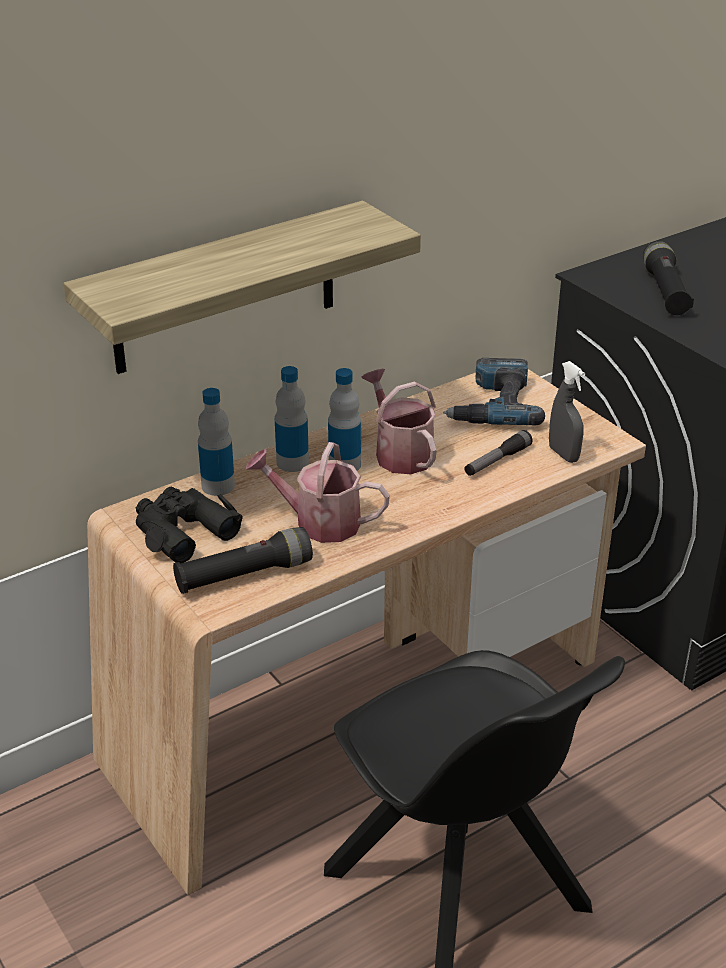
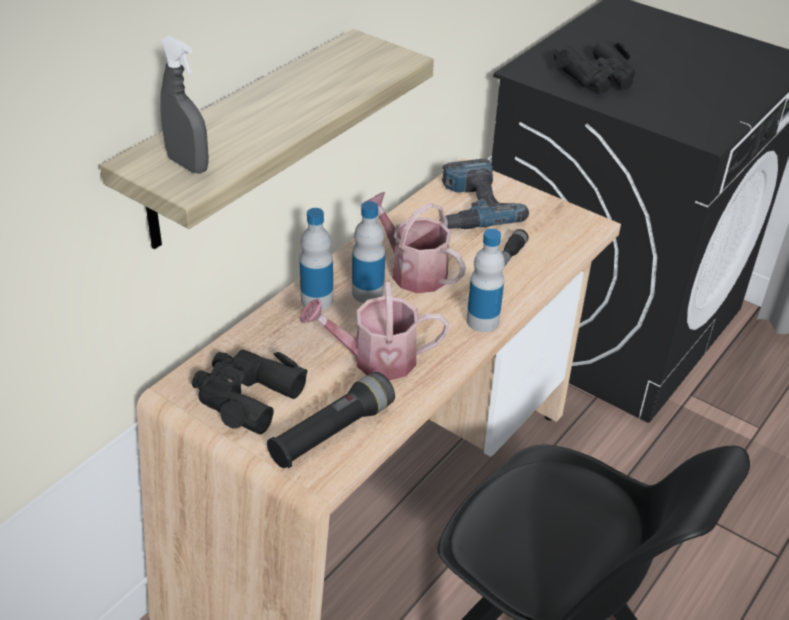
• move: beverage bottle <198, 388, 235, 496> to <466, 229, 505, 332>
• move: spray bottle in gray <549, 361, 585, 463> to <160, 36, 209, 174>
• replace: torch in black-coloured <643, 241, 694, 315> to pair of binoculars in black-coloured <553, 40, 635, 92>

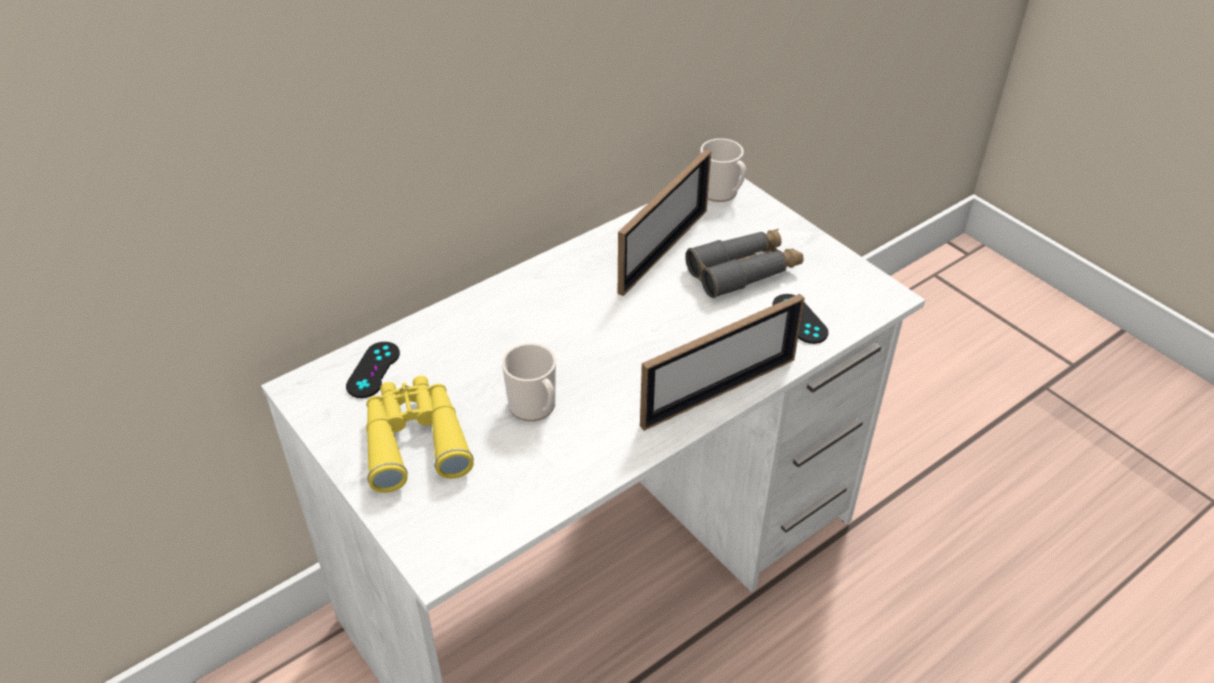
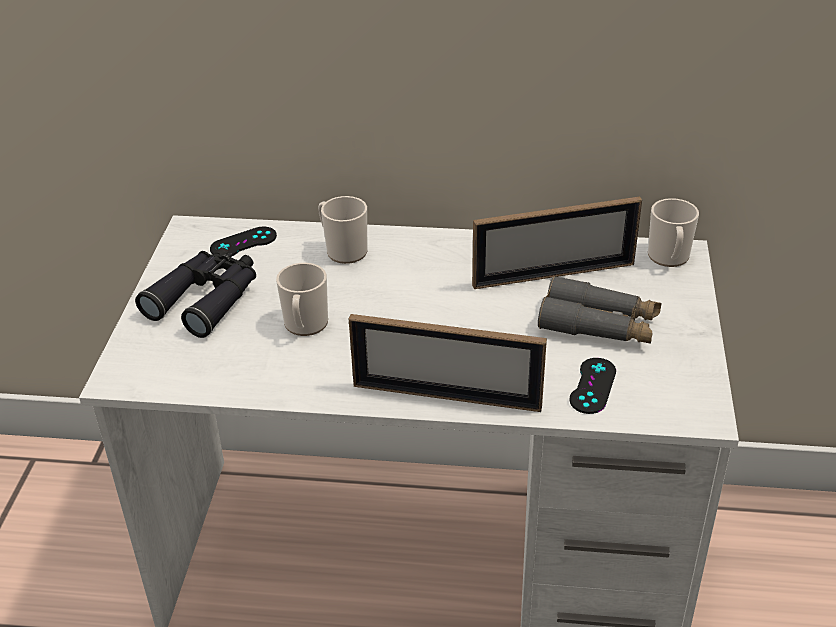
• insert: coffee mug <318, 196, 367, 264>
• recolor: pair of binoculars in yellowish <366, 376, 474, 493> to pair of binoculars in black-coloured <135, 247, 256, 338>

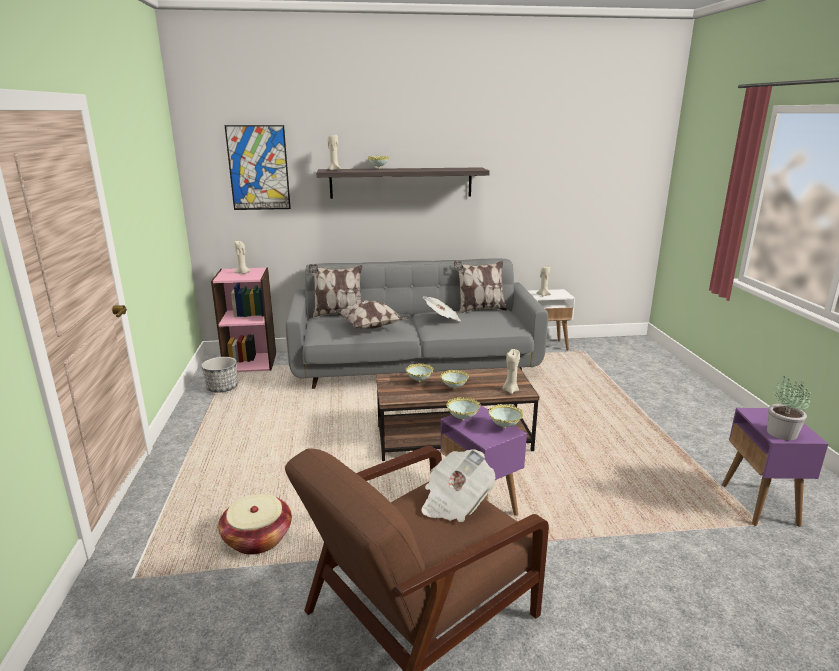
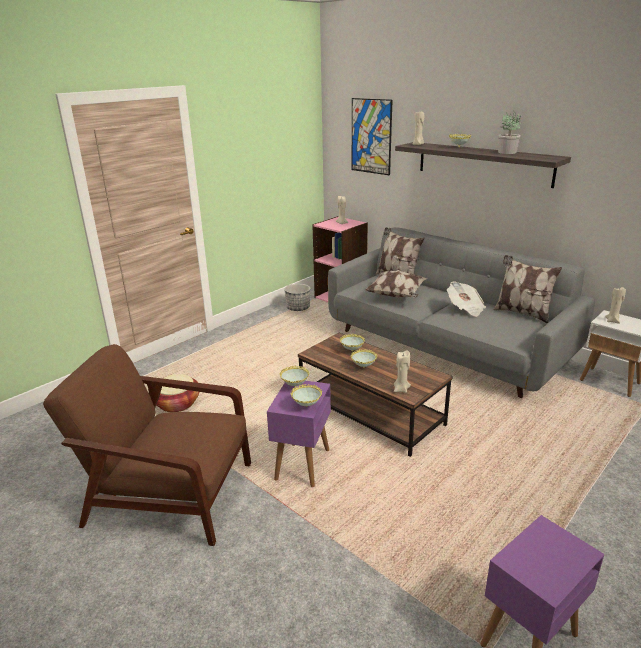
• delete: daily paper <421, 449, 495, 522>
• move: houseplant <767, 376, 811, 440> to <498, 112, 521, 154>

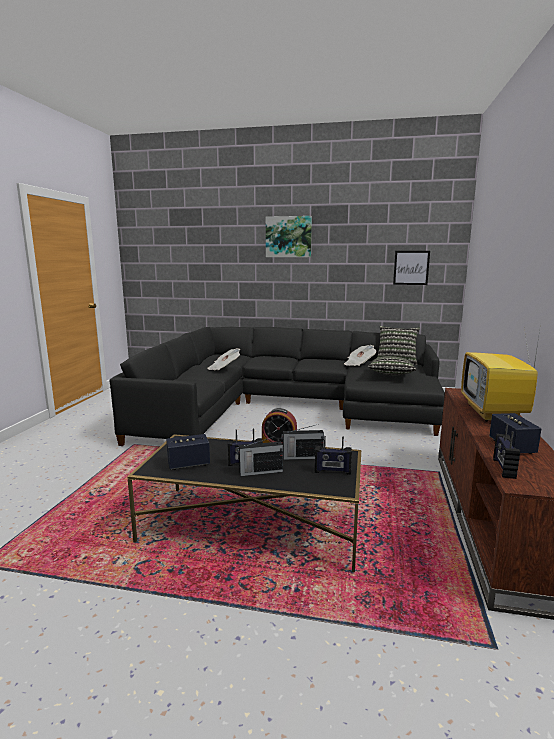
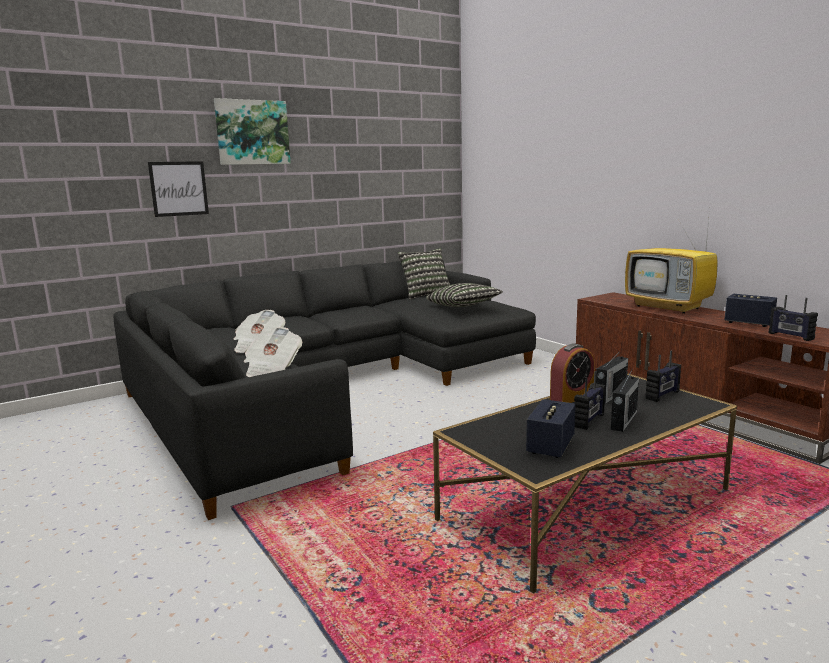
• move: daily paper <344, 345, 377, 366> to <244, 327, 302, 377>
• move: wall art <393, 251, 430, 285> to <148, 161, 209, 217>

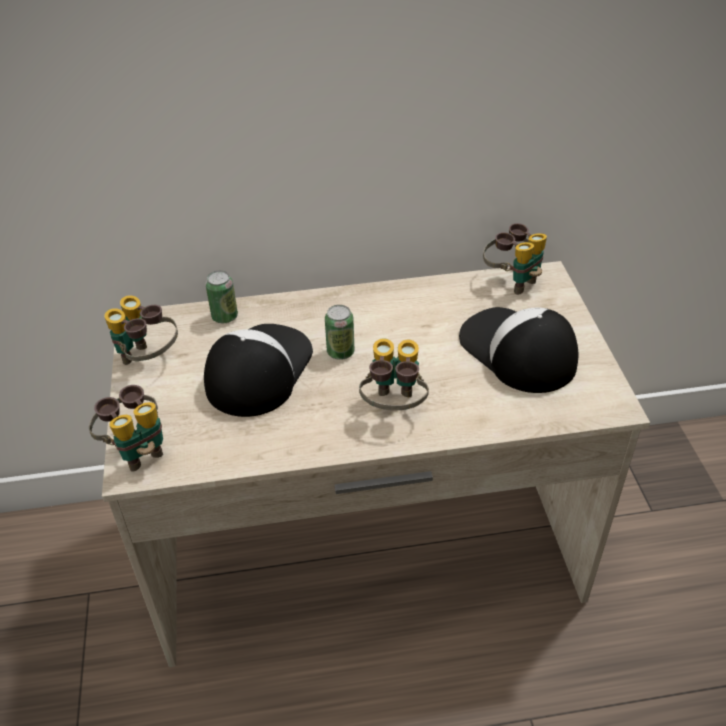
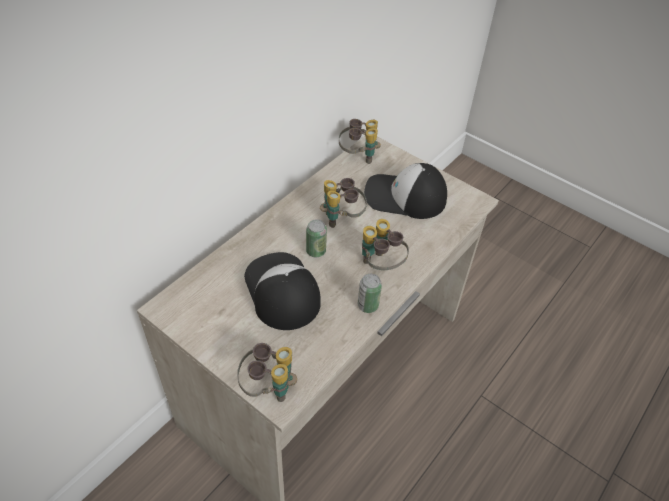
• move: pair of binoculars <104, 295, 178, 365> to <320, 178, 367, 228>
• move: can <205, 271, 238, 323> to <358, 274, 382, 313>

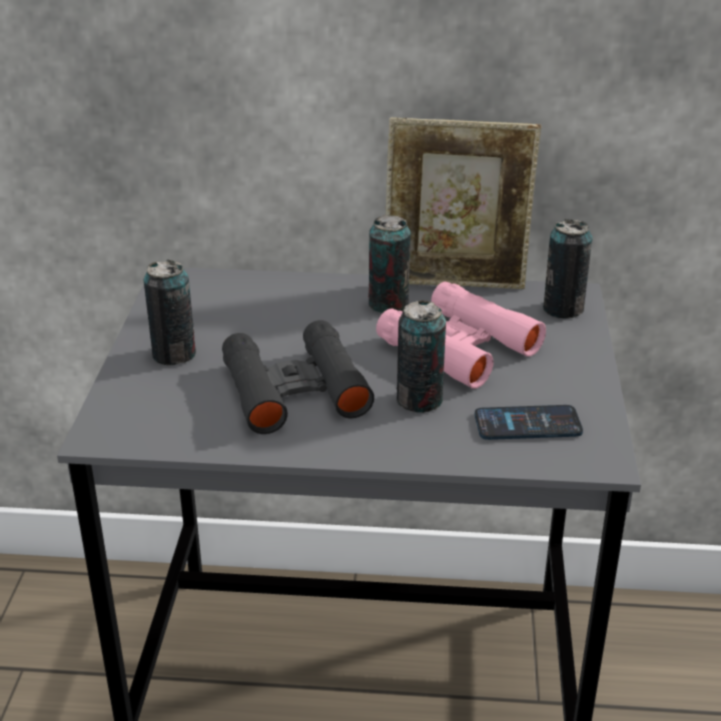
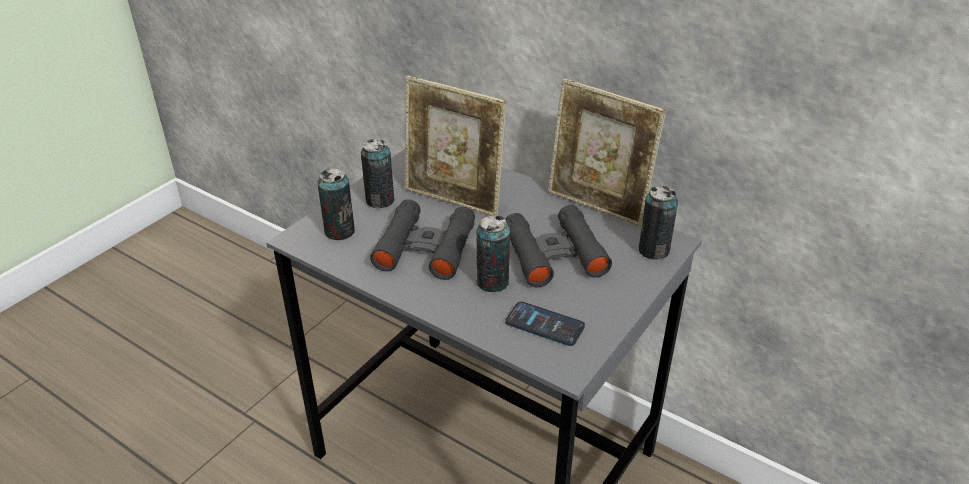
• insert: standing frame <405, 75, 507, 216>
• move: can <368, 215, 411, 313> to <317, 168, 355, 240>
• recolor: pair of binoculars in pink <376, 281, 546, 389> to pair of binoculars in black-coloured <505, 205, 612, 287>

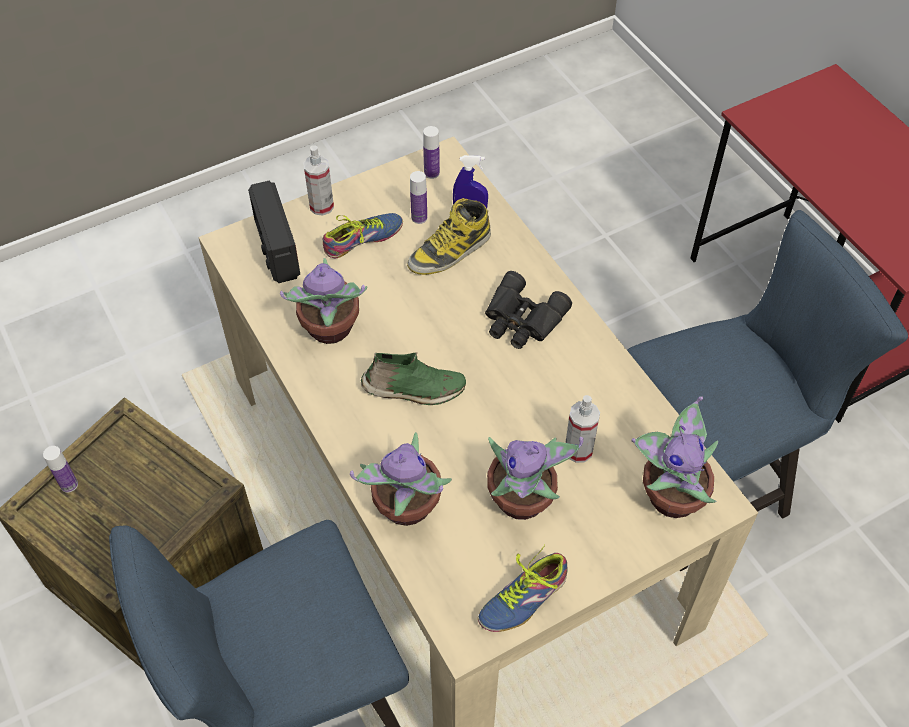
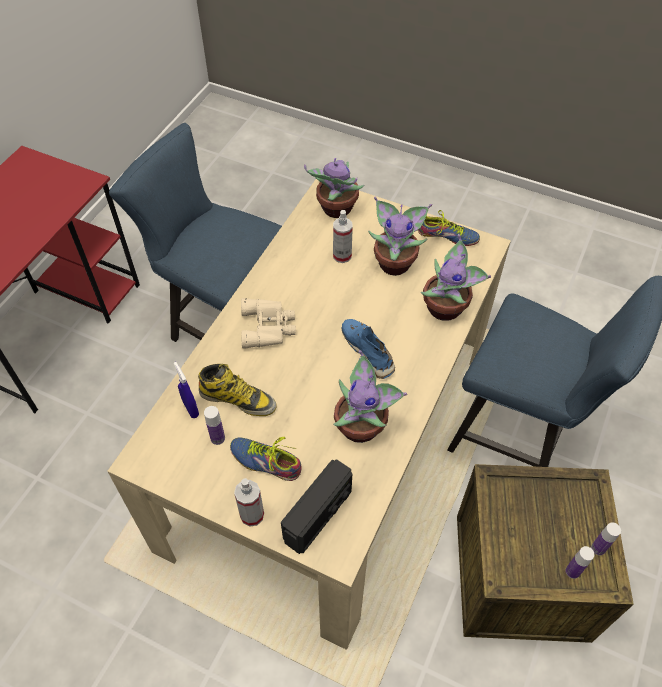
• move: beverage bottle <423, 126, 440, 179> to <591, 522, 621, 556>
• recolor: shoe in greenish <361, 352, 466, 405> to shoe in blue-coloured <342, 319, 395, 379>
• recolor: pair of binoculars in black-coloured <485, 271, 572, 349> to pair of binoculars in sand-coloured <241, 298, 296, 348>

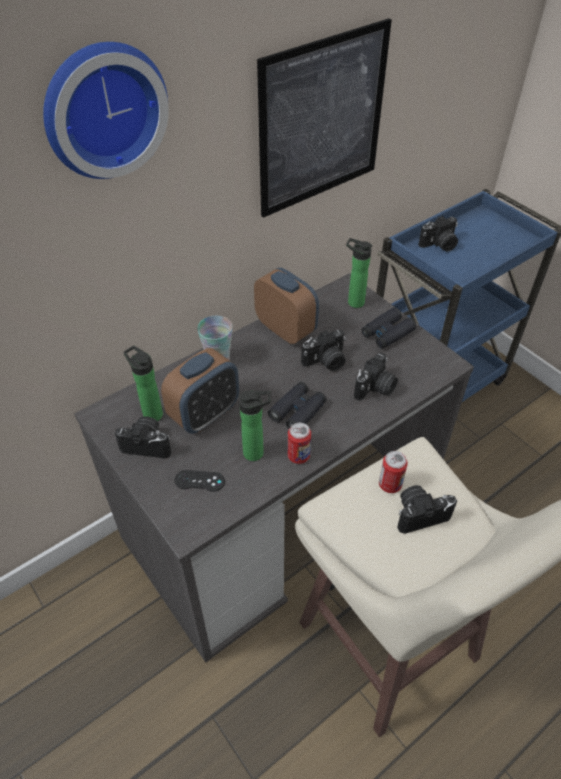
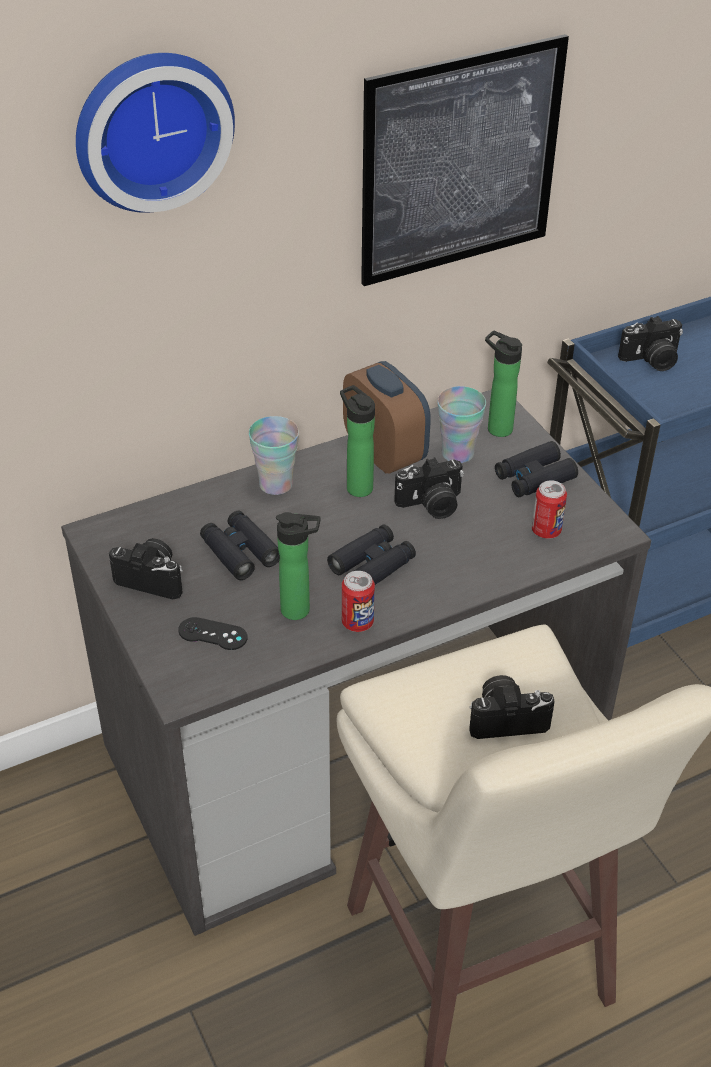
• delete: photo camera <354, 352, 398, 401>
• insert: small cup <437, 386, 486, 463>
• move: beverage bottle <123, 346, 163, 421> to <340, 385, 375, 497>
• move: can <379, 451, 408, 493> to <532, 480, 567, 539>
• replace: table clock <161, 348, 239, 434> to pair of binoculars in black-coloured <200, 511, 280, 580>

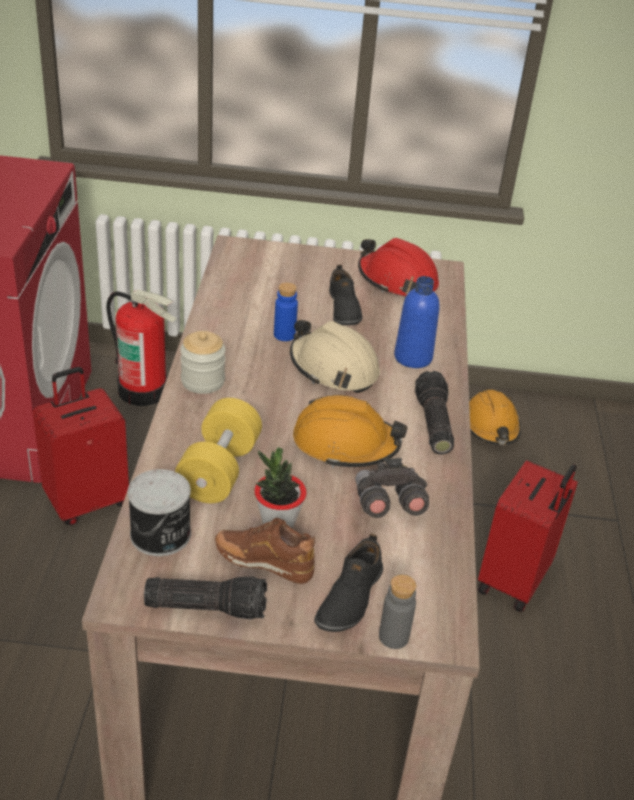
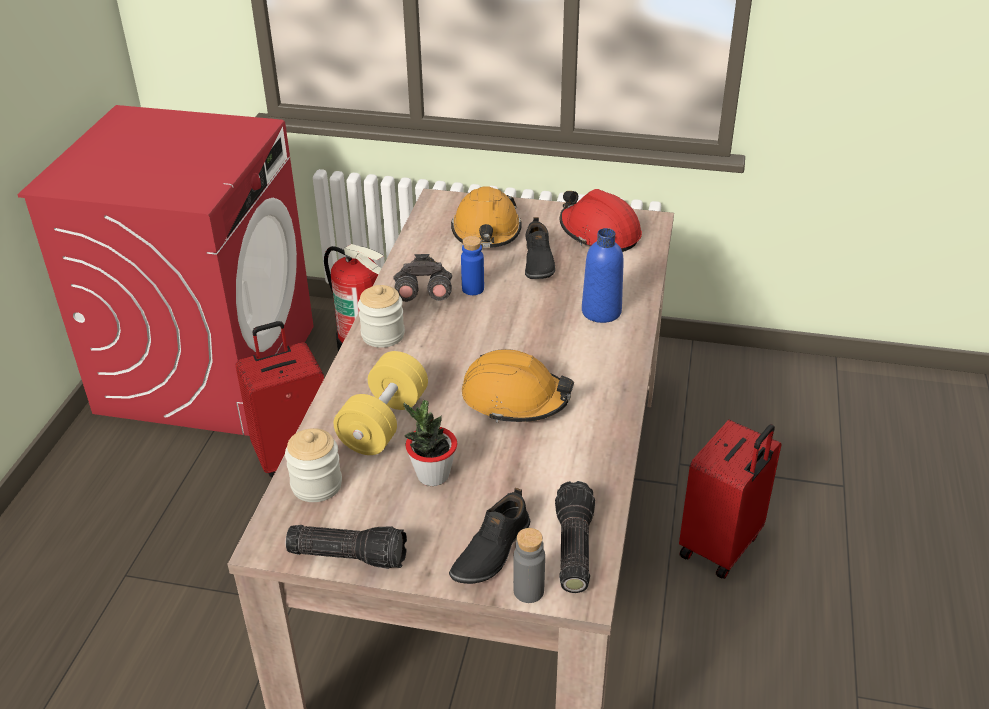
• delete: shoe in brownish <215, 518, 315, 584>
• delete: work helmet in sand-coloured <290, 320, 380, 393>
• move: pair of binoculars in gray <355, 458, 429, 518> to <393, 254, 452, 302>
• move: torch <415, 371, 454, 454> to <555, 481, 595, 593>
• move: work helmet in orange-coloured <469, 390, 521, 445> to <451, 187, 522, 248>
• replace: can <128, 469, 191, 556> to storage jar <285, 428, 342, 502>

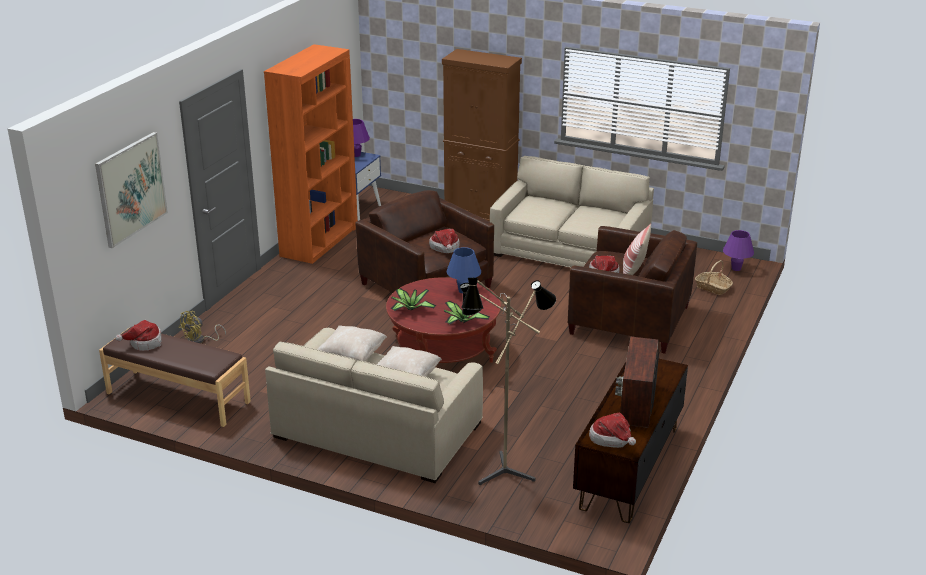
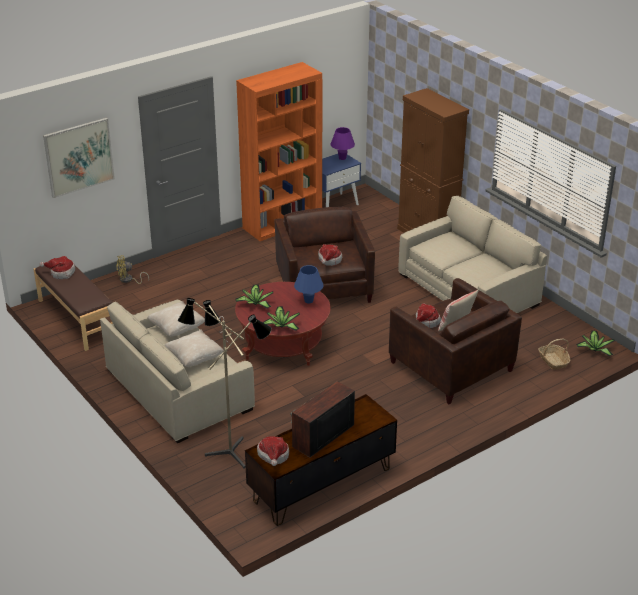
• replace: tabletop lamp in purple-coloured <723, 230, 754, 271> to houseplant <576, 331, 615, 356>

